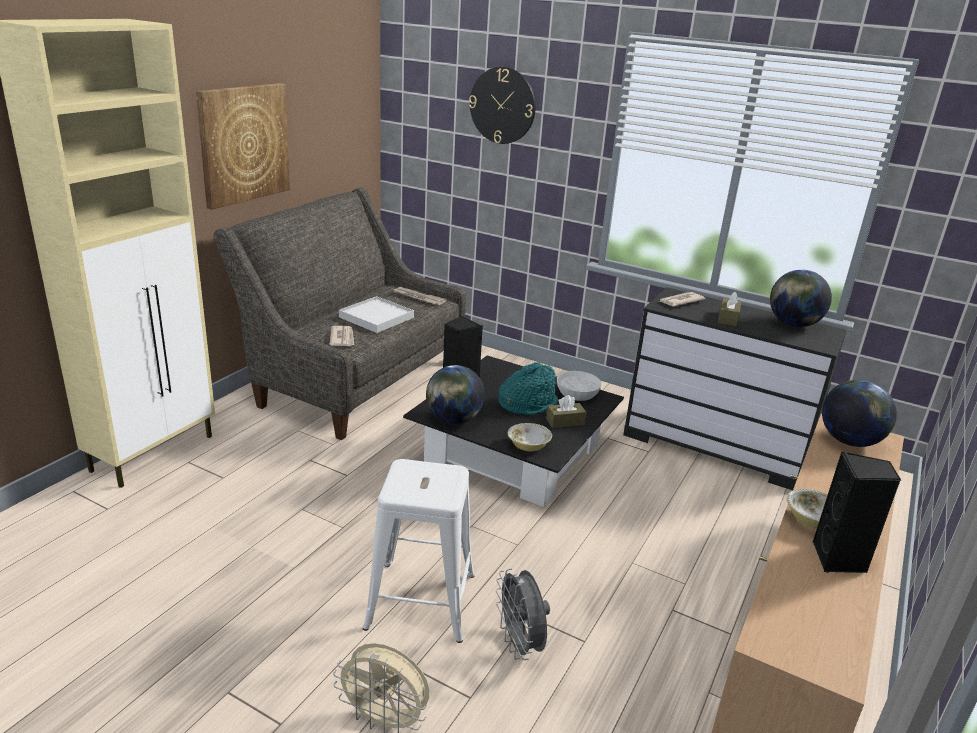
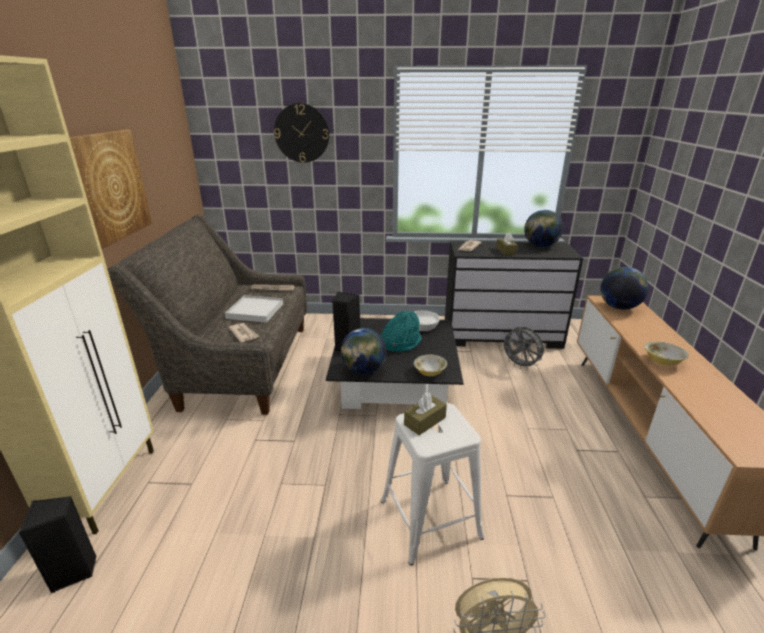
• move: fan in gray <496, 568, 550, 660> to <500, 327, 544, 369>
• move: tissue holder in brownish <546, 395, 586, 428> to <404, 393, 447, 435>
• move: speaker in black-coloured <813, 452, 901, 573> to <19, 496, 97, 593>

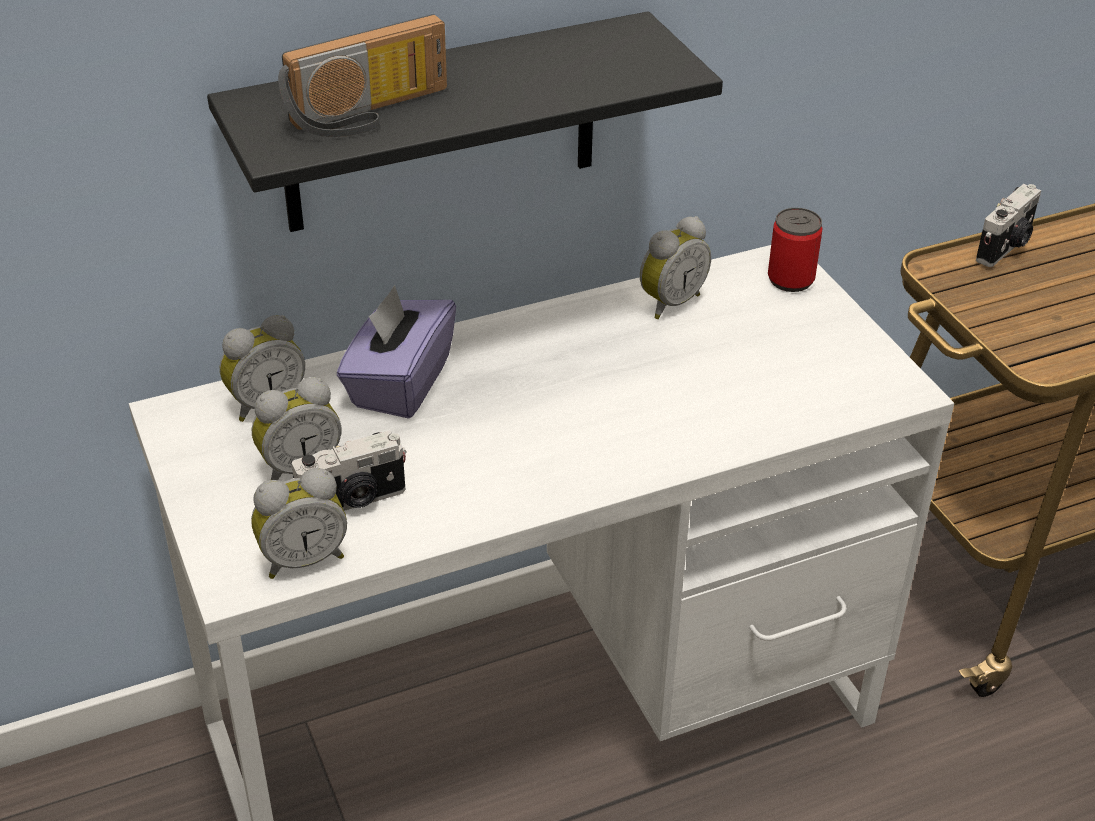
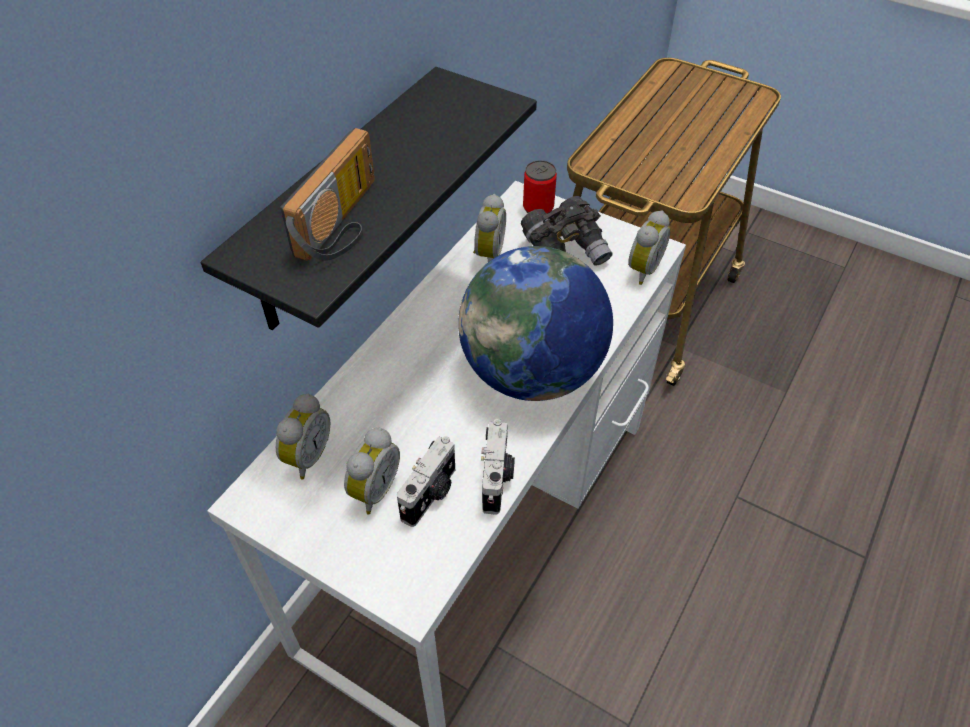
• delete: tissue holder in purple-coloured <337, 285, 456, 419>
• insert: desk globe <458, 246, 613, 401>
• insert: pair of binoculars in gray <521, 196, 612, 266>
• move: table clock <251, 468, 347, 579> to <628, 210, 670, 285>
• move: photo camera <976, 184, 1041, 267> to <481, 419, 515, 515>

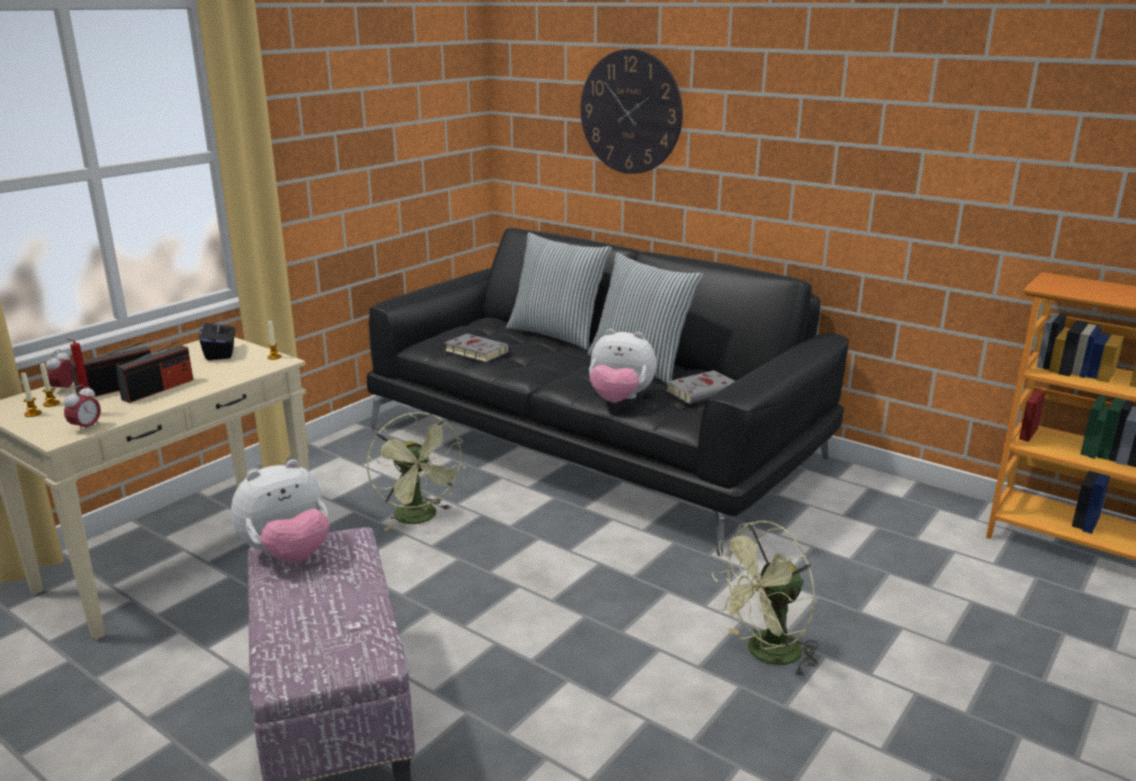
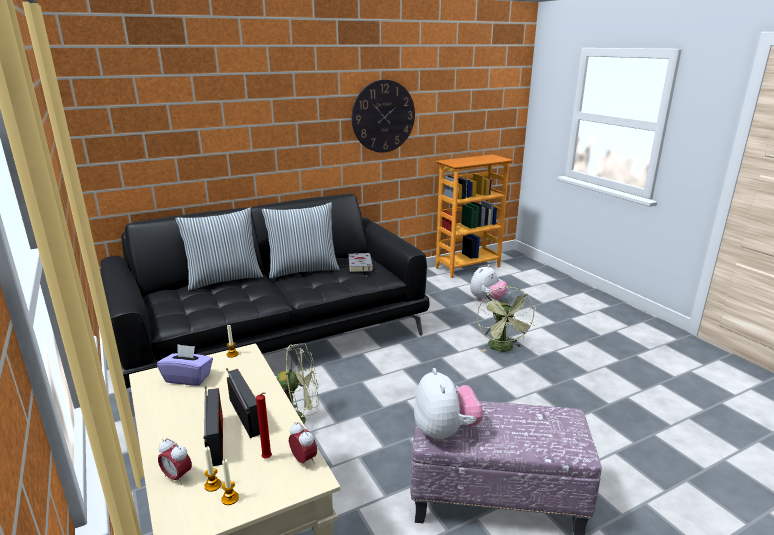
• delete: book in gray <444, 334, 509, 362>
• move: clock on the wall <581, 49, 683, 174> to <352, 80, 415, 153>
• move: cuddly toy <589, 329, 656, 402> to <470, 264, 507, 300>
• recolor: tissue holder in black-coloured <199, 314, 235, 360> to tissue holder in purple-coloured <157, 344, 213, 386>

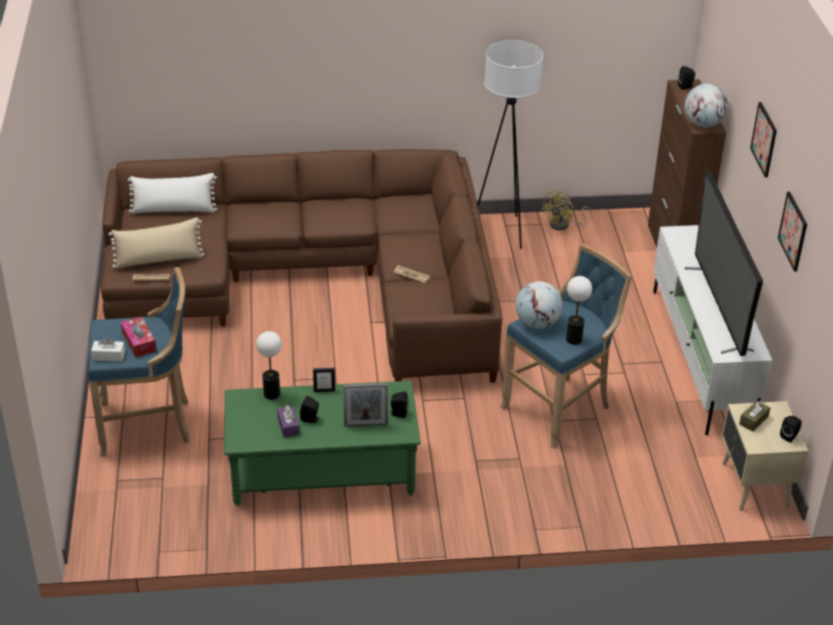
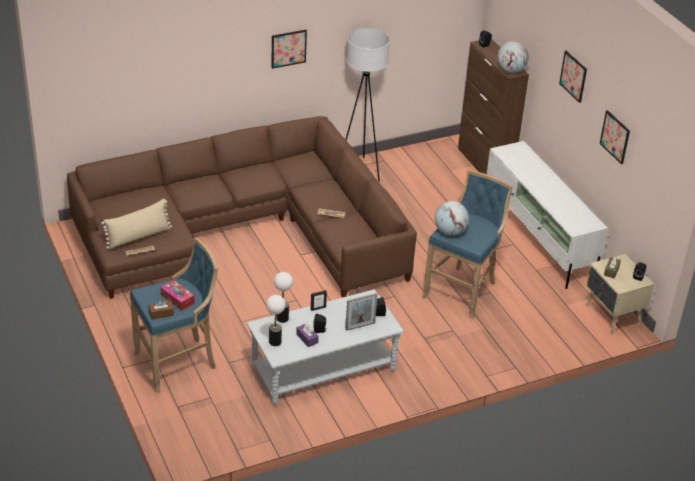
• delete: cushion in whitish <127, 173, 218, 214>
• delete: fan in yellowish <541, 190, 593, 230>
• delete: TV set <685, 171, 763, 356>
• insert: wall art <271, 30, 307, 69>
• move: tabletop lamp <566, 276, 592, 345> to <266, 295, 285, 346>
• recolor: tissue holder in whitish <91, 337, 125, 362> to tissue holder in brownish <149, 300, 174, 320>
• recolor: low table in greenish <224, 381, 421, 505> to low table in gray <247, 290, 404, 405>

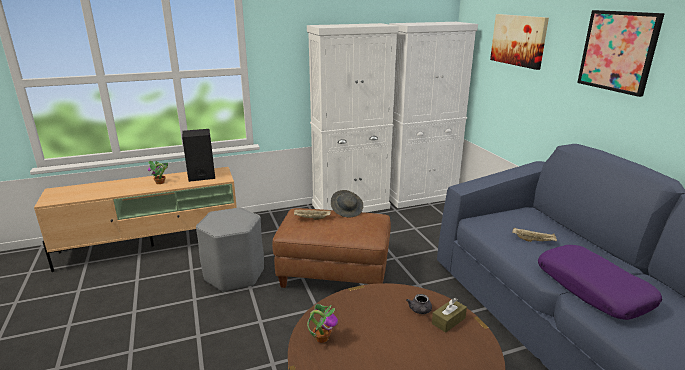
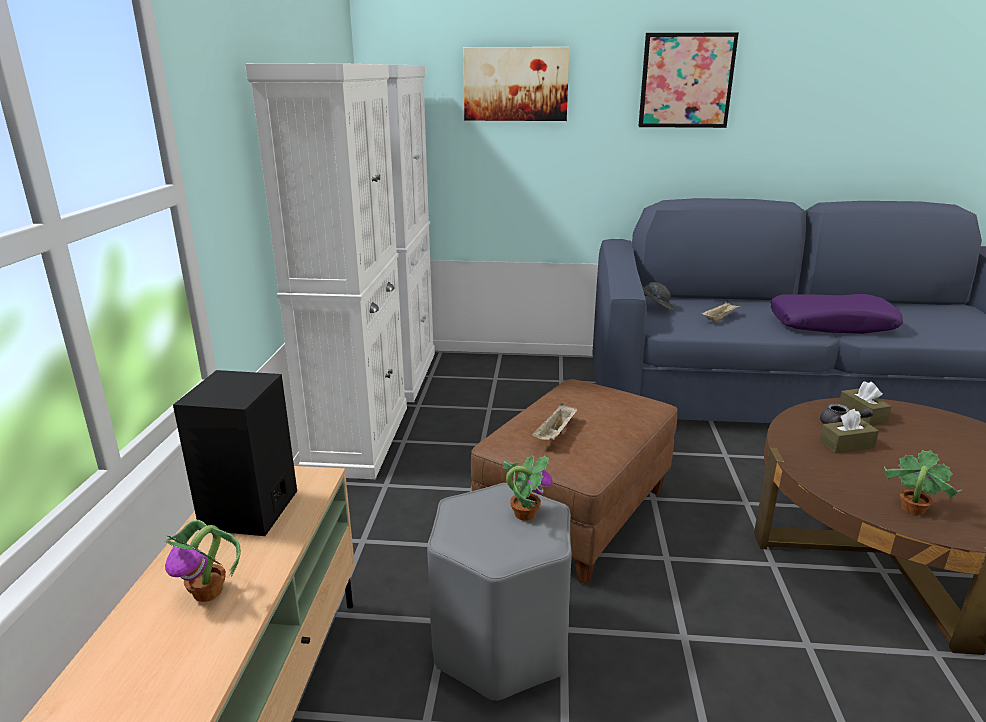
• insert: houseplant <503, 455, 553, 521>
• insert: tissue holder in brownish <819, 409, 879, 453>
• move: clothing hat in gray <331, 190, 363, 217> to <642, 282, 675, 311>

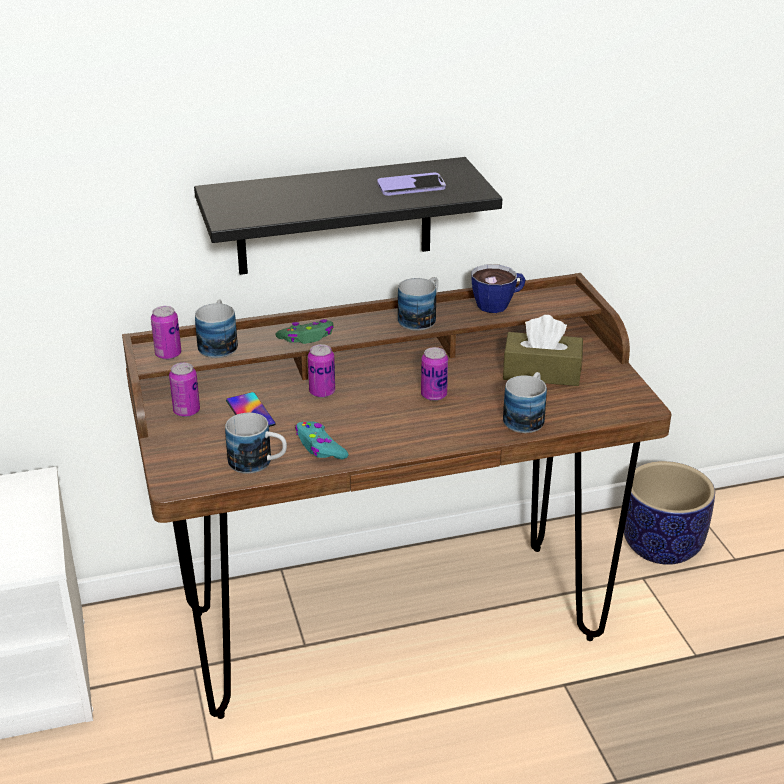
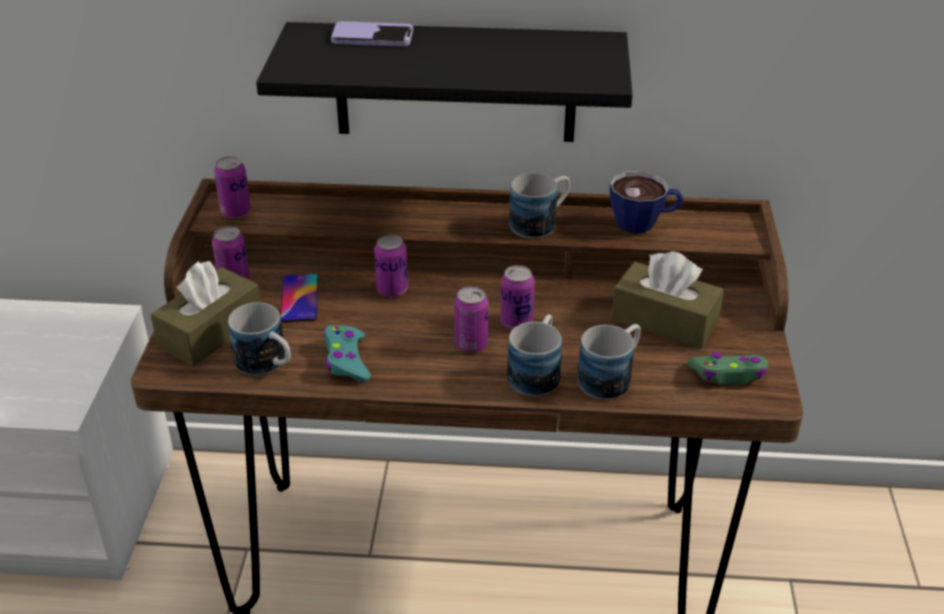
• delete: flower pot <624, 461, 715, 565>
• insert: tissue holder in brownish <151, 261, 261, 366>
• insert: can <454, 286, 488, 353>
• move: coffee mug <195, 299, 238, 358> to <507, 314, 562, 396>
• move: game controller in greenish <276, 319, 334, 344> to <688, 352, 768, 385>
• move: phone <377, 172, 446, 196> to <331, 21, 413, 47>

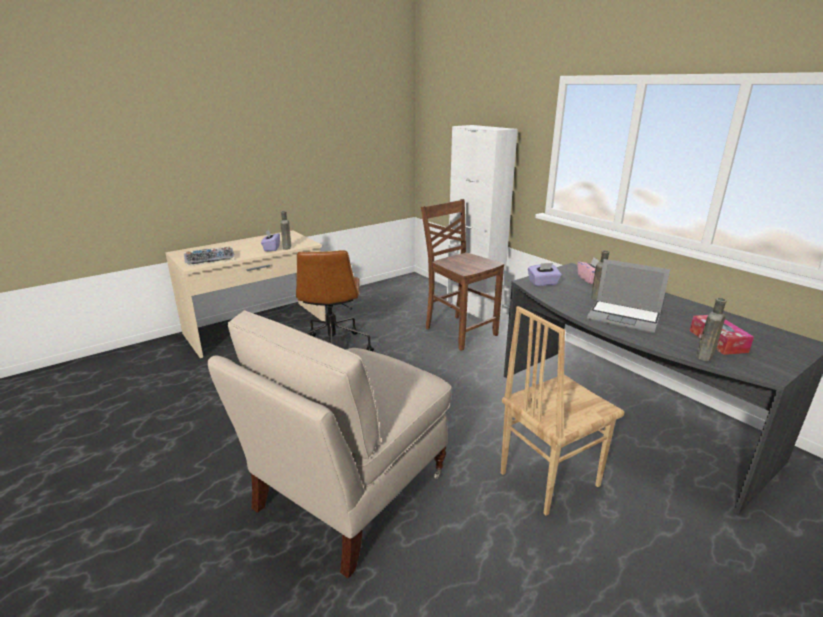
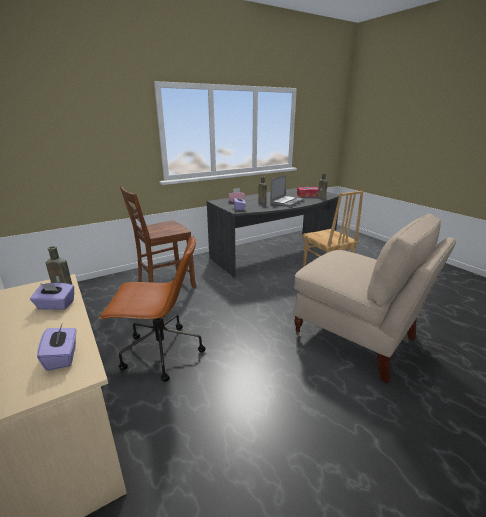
• delete: storage cabinet in whitish <447, 125, 518, 321>
• replace: PC keyboard <184, 247, 235, 266> to tissue holder in purple-coloured <37, 325, 76, 371>

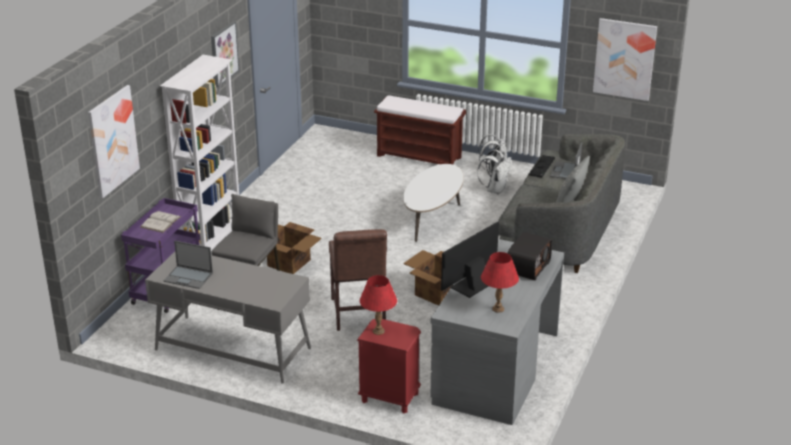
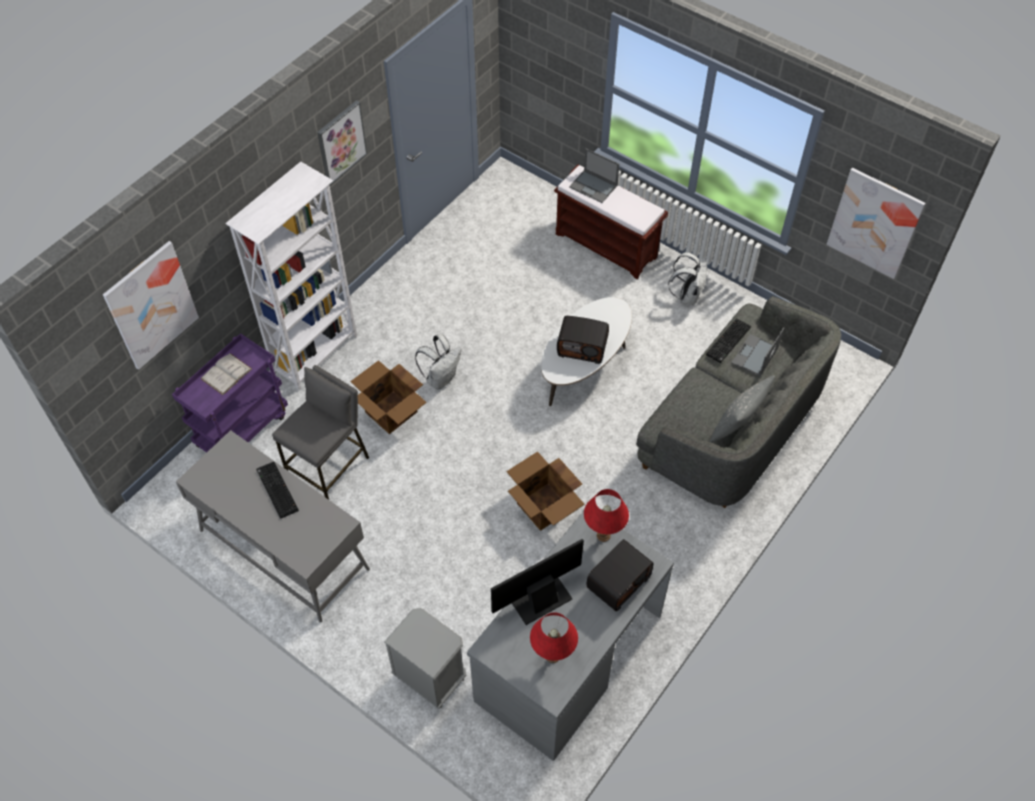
• delete: plain chair in brownish <329, 229, 387, 331>
• insert: PC keyboard <256, 462, 299, 519>
• insert: radio set <557, 316, 609, 364>
• move: portable computer <163, 241, 213, 289> to <569, 149, 619, 203>
• move: tabletop lamp in red <360, 275, 397, 335> to <584, 489, 629, 542>
• move: rucksack in whitish <477, 149, 511, 195> to <415, 334, 461, 389>
• recolor: night table in red <357, 319, 421, 414> to night table in gray <384, 608, 466, 709>

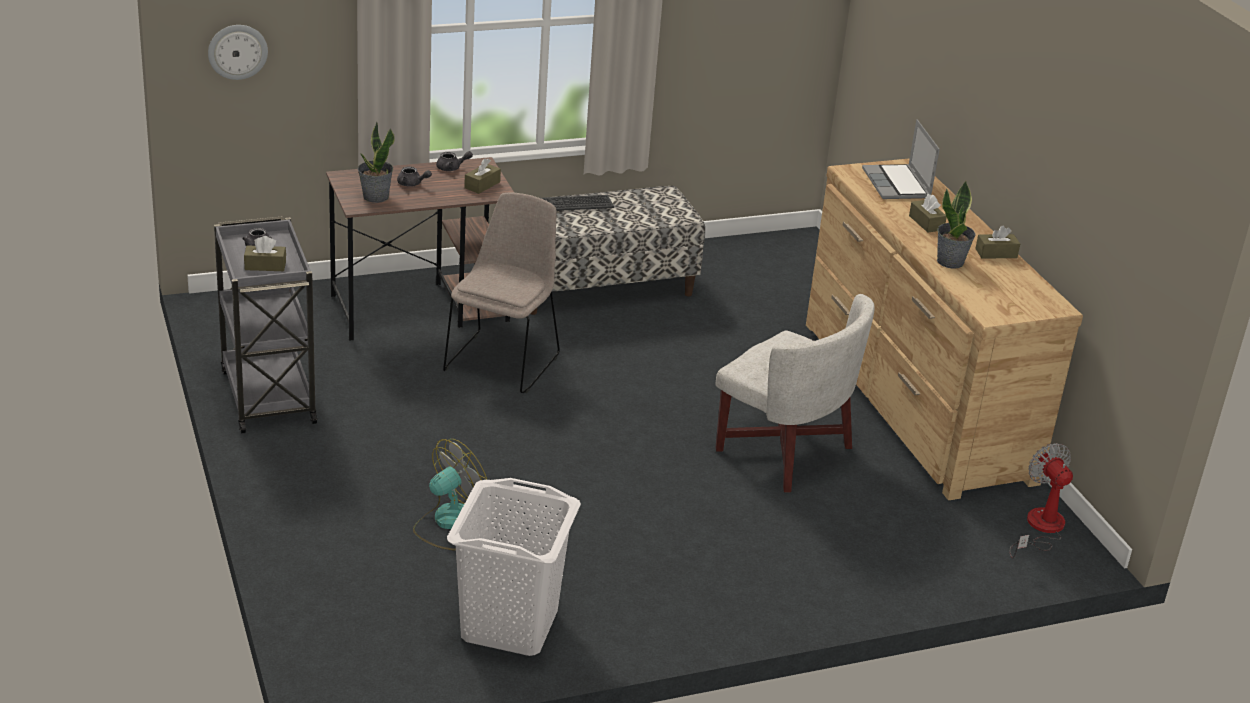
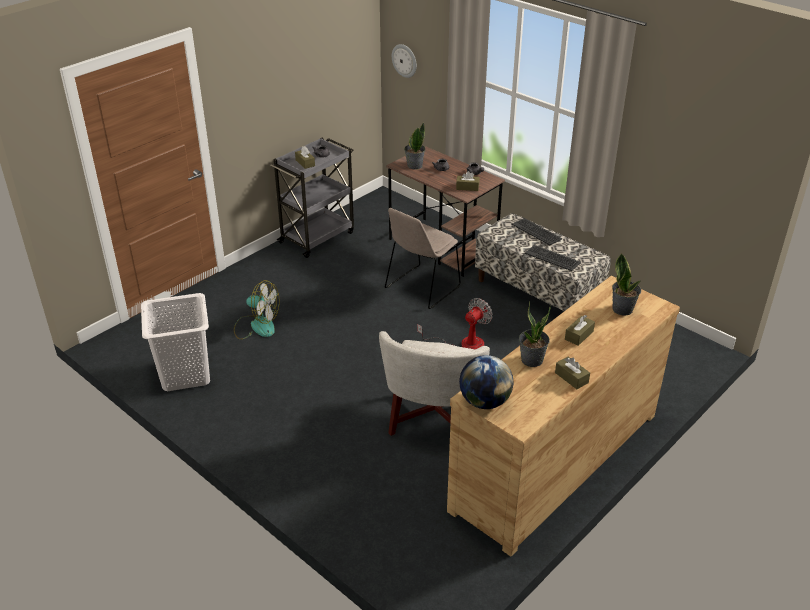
• insert: desk globe <459, 355, 513, 409>
• insert: PC keyboard <525, 245, 581, 271>
• move: fan <1010, 443, 1073, 558> to <417, 298, 493, 349>
• replace: portable computer <862, 119, 940, 199> to houseplant <612, 253, 641, 316>
• rotate: plain chair in sand-coloured <443, 192, 560, 393> = <385, 208, 461, 309> 135 degrees clockwise

